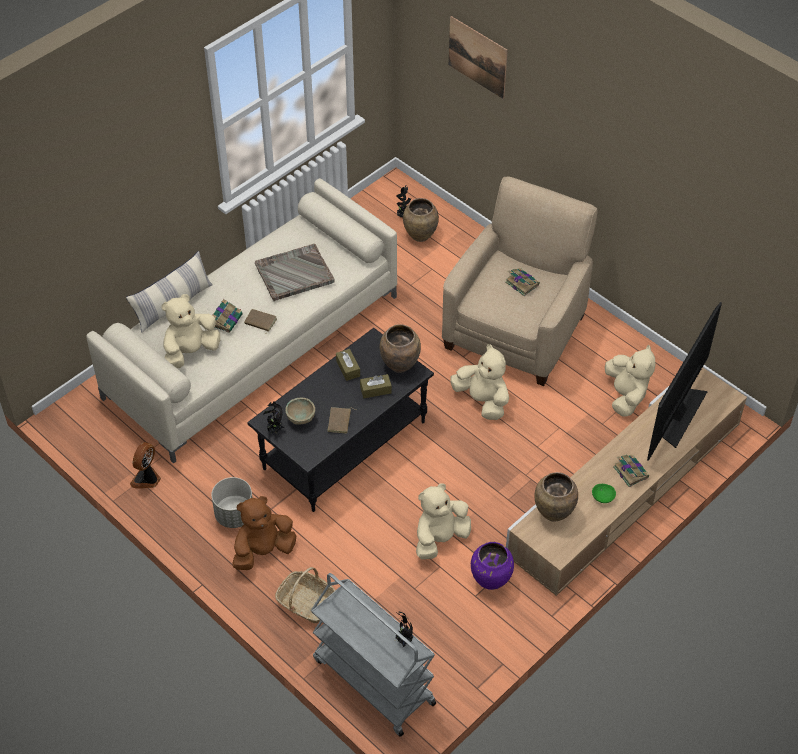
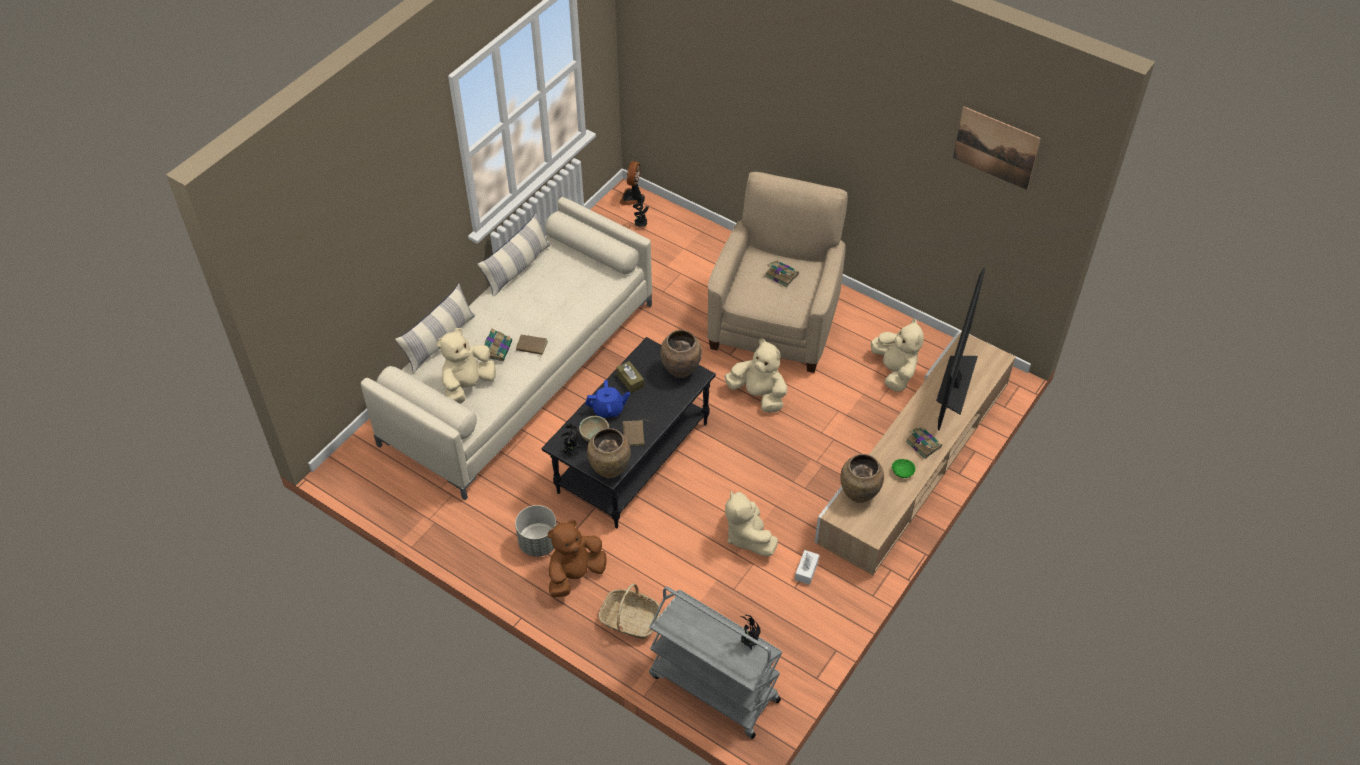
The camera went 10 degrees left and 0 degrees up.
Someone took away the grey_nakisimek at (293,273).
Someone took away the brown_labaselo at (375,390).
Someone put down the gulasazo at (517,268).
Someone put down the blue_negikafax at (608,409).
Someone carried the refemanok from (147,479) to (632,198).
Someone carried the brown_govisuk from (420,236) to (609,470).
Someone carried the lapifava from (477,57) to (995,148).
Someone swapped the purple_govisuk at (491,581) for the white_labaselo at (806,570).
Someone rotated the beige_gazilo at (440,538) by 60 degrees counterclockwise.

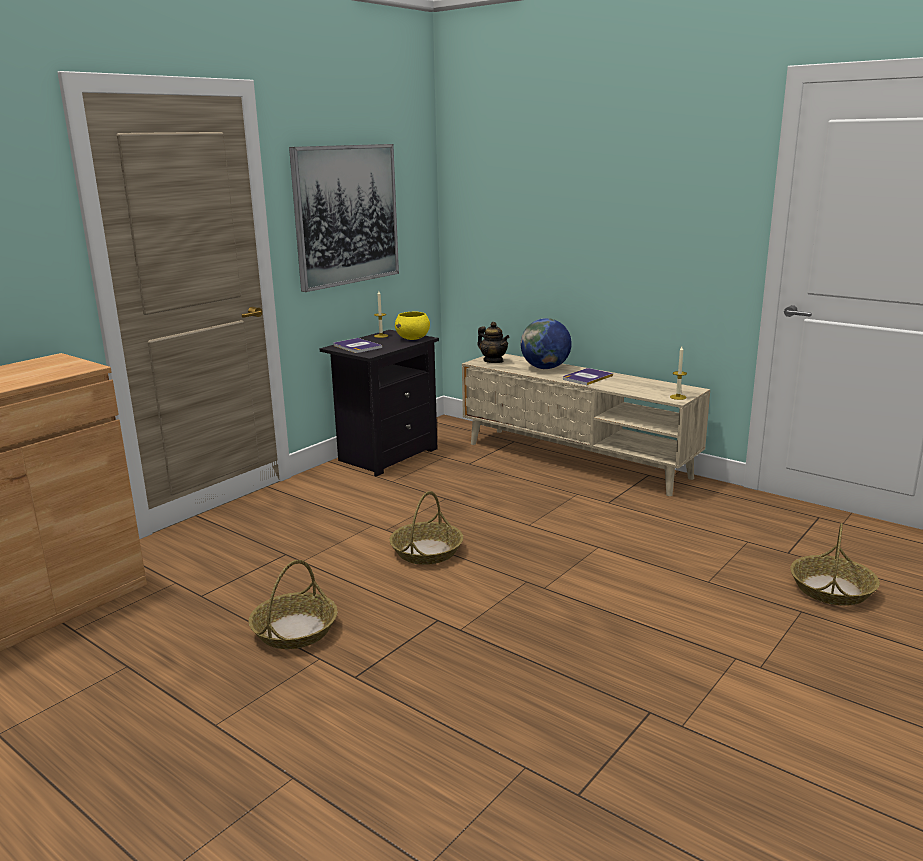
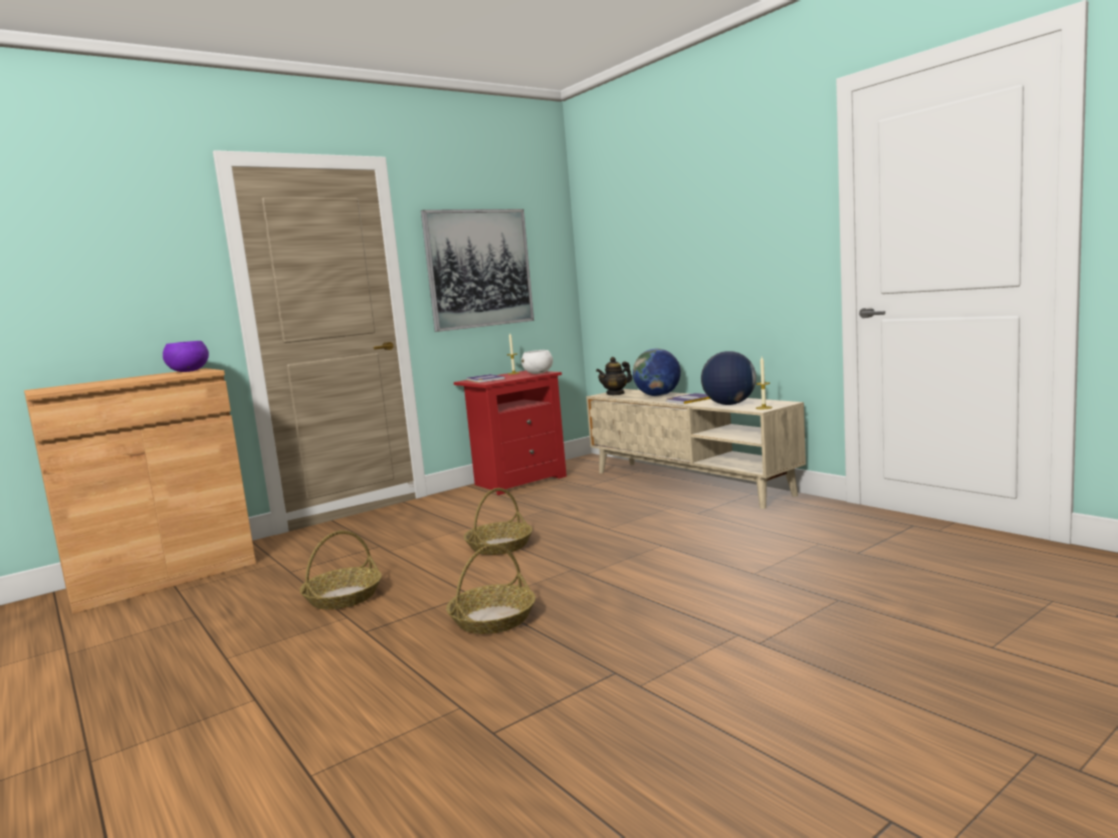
The camera went 15 degrees right and 10 degrees down.
Someone put down the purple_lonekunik at (188,371).
Someone put down the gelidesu at (729,404).
Someone carried the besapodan from (832,590) to (492,619).
Someone repainted the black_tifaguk at (386,455), which became the red_tifaguk at (518,481).
Someone repainted the yellow_lonekunik at (413,338), which became the white_lonekunik at (538,373).
Someone rotated the negikafax at (493,361) by 90 degrees clockwise.

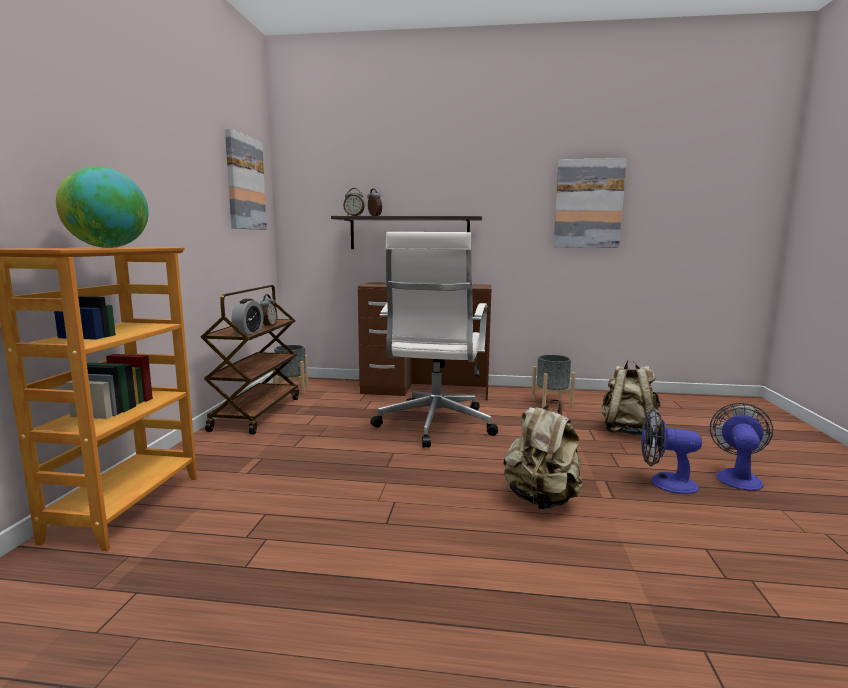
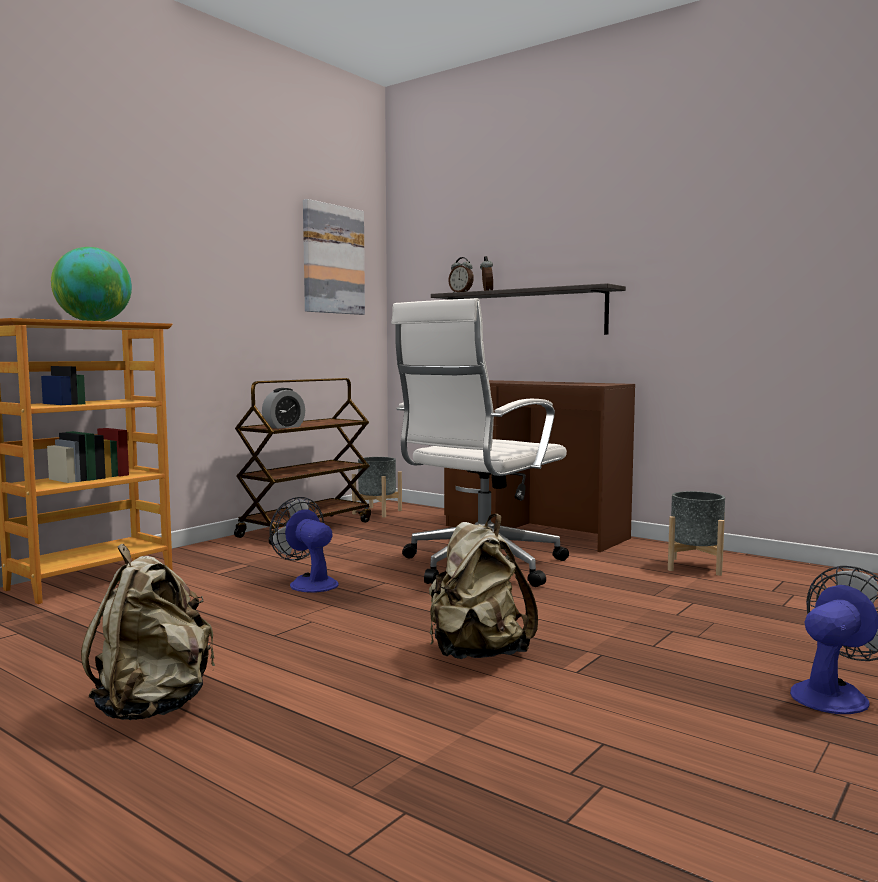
The camera went 30 degrees right and 5 degrees down.
Someone took away the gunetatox at (269,326).
Someone took away the lapifava at (588,204).
Someone carried the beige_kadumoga from (628,431) to (153,706).
Someone carried the refemanok from (664,483) to (308,583).

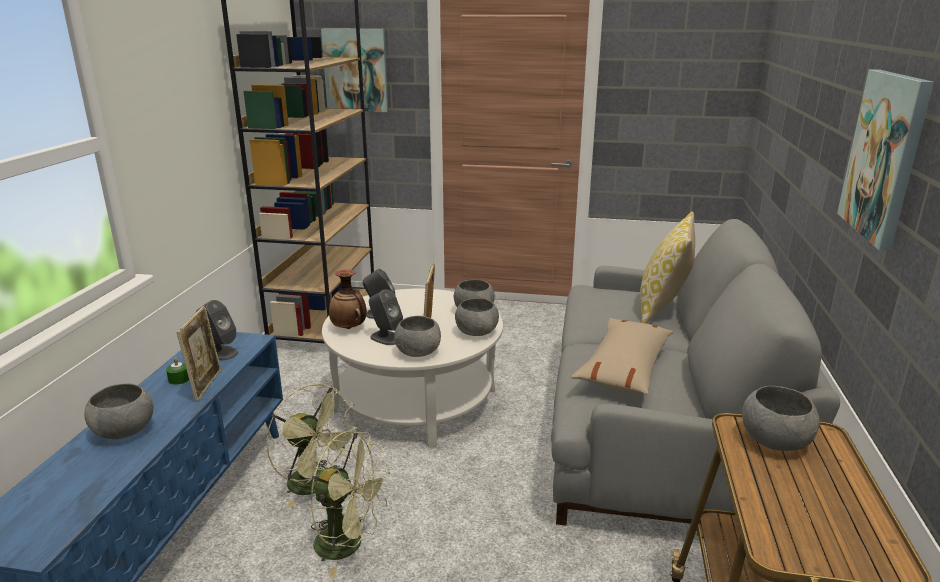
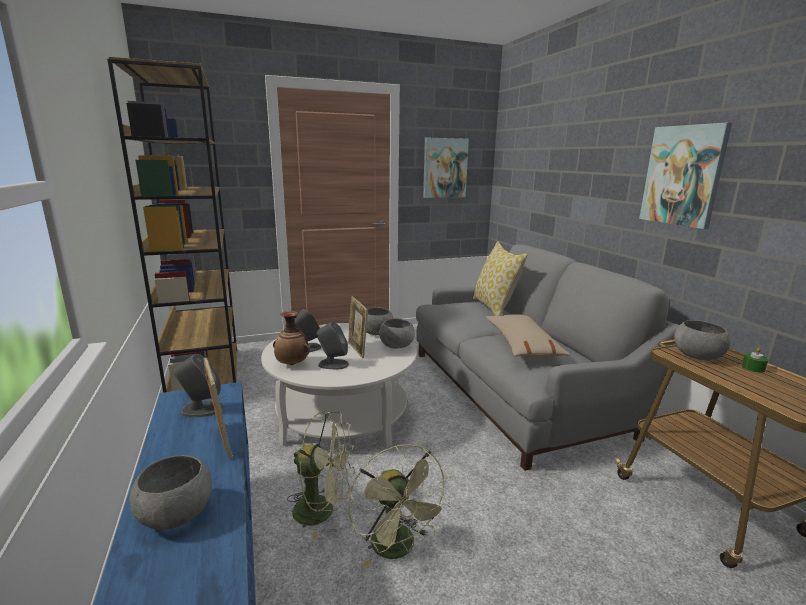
The camera went 30 degrees left and 5 degrees down.
Someone took away the grey_lonekunik at (418,352).
Someone carried the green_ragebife from (179,379) to (753,368).
Someone carried the lapifava from (356,70) to (444,168).
Someone rotated the green_refemanok at (349,544) by 75 degrees clockwise.

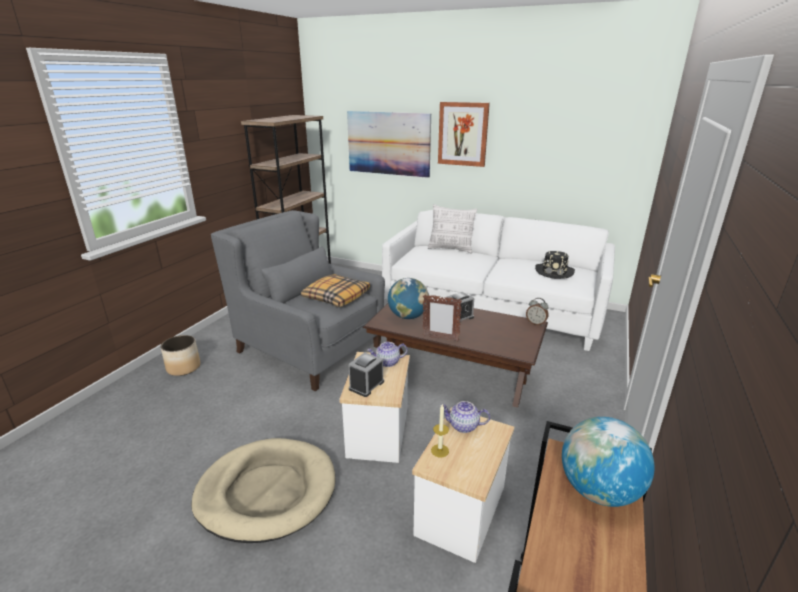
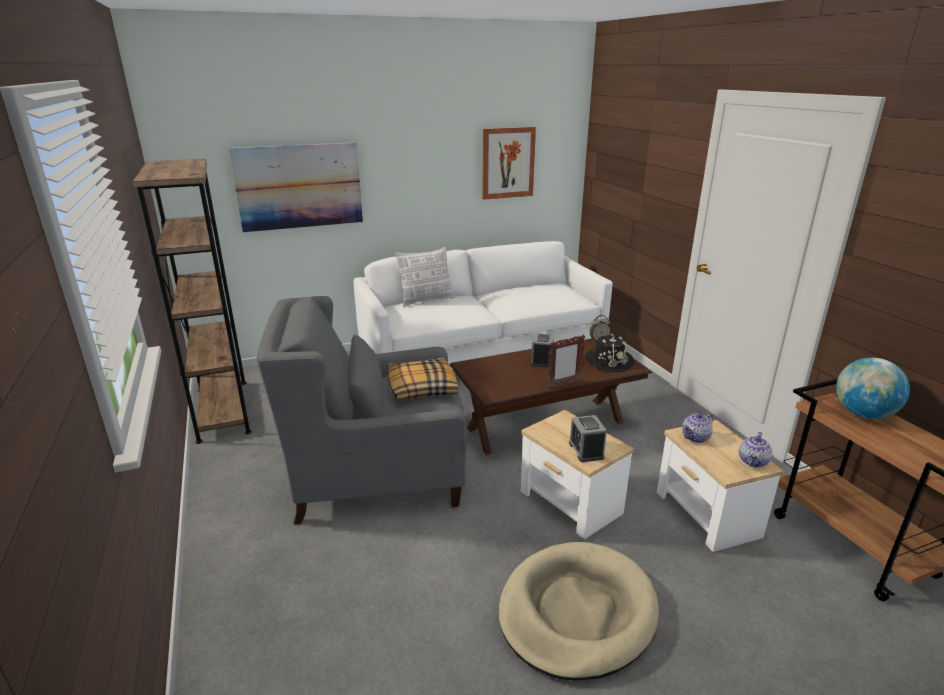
The camera went 45 degrees left and 0 degrees up.
Someone took away the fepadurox at (184,367).
Someone took away the gelidesu at (408,316).
Someone took away the ragebife at (440,450).
Someone carried the negikafax from (387,362) to (753,461).
Someone carried the lapifava from (463,134) to (507,163).
Someone carried the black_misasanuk from (554,271) to (608,362).

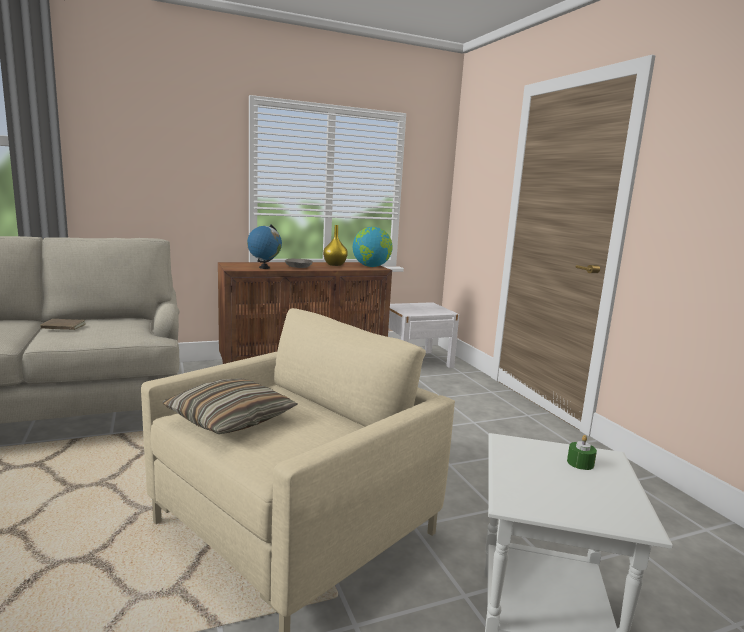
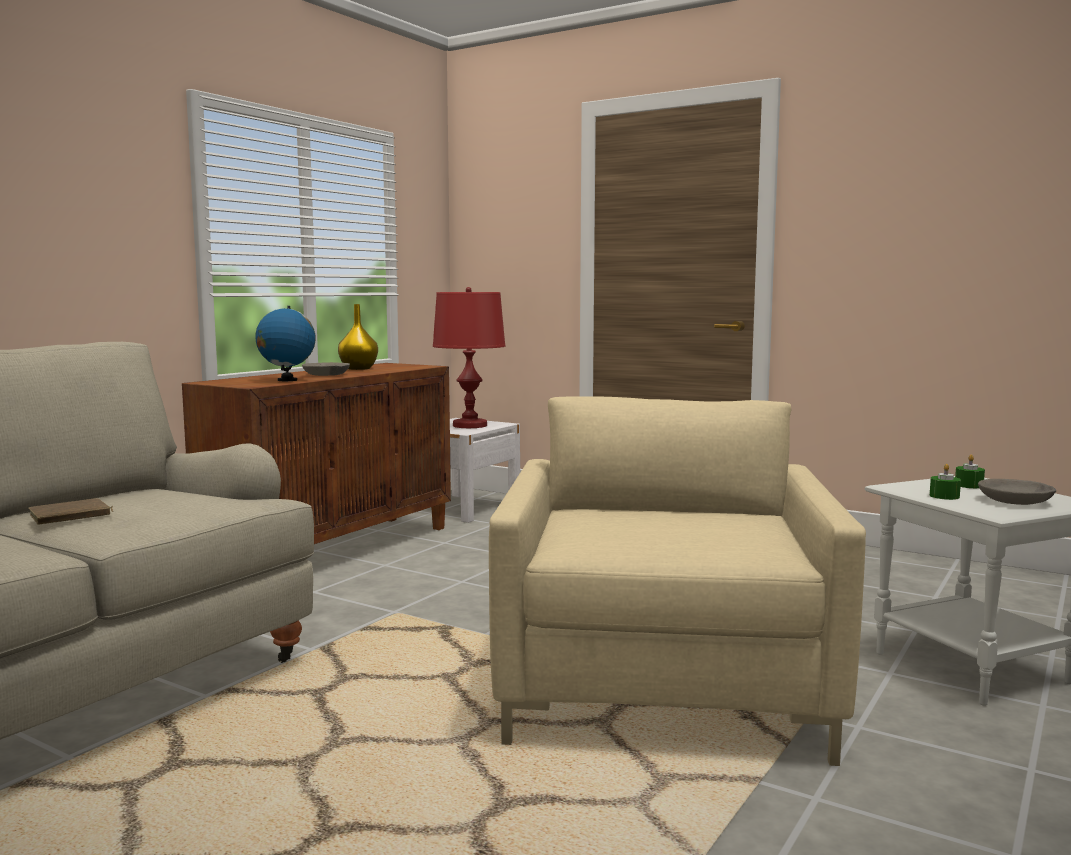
The camera went 35 degrees left and 5 degrees down.
Someone took away the gulasazo at (230,419).
Someone took away the gelidesu at (371,266).
Someone put down the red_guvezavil at (470,425).
Someone put down the green_ragebife at (944,496).
Someone put down the grey_lonekunik at (1016,501).

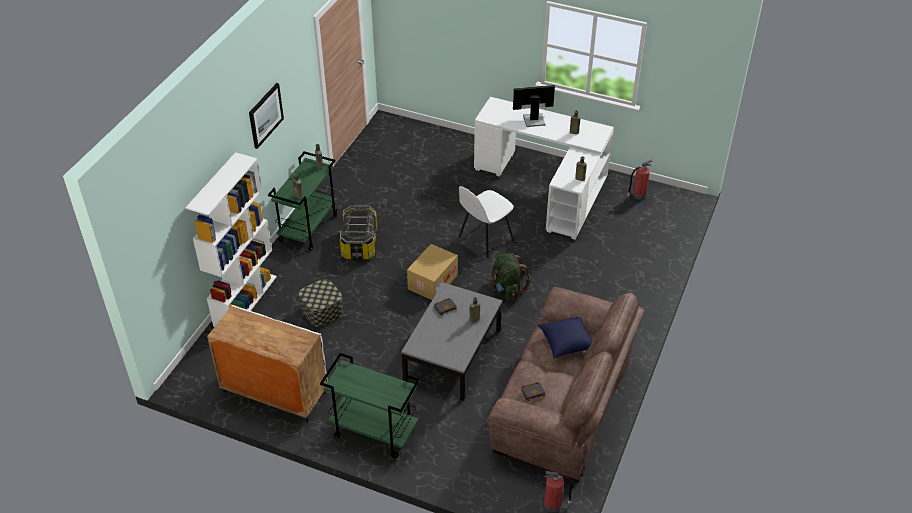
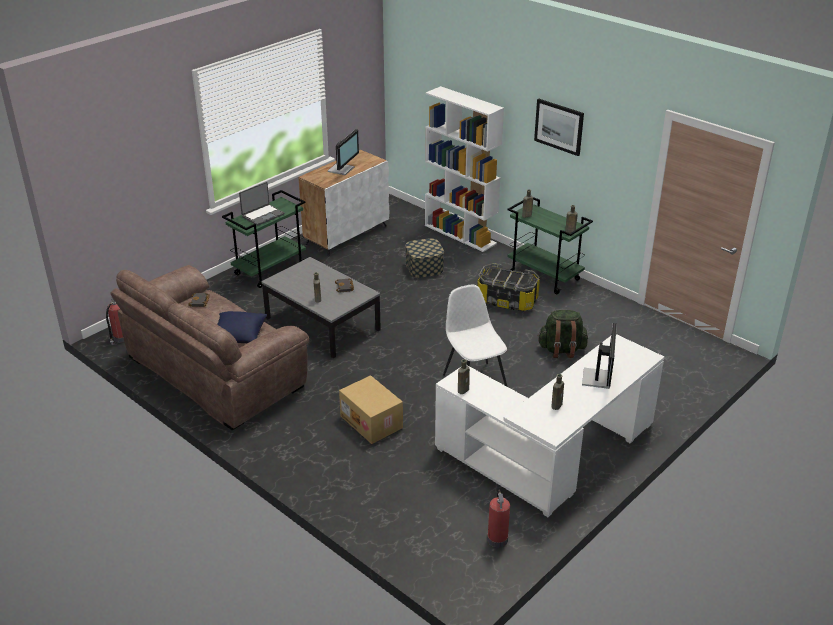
The camera went 110 degrees right and 10 degrees down.
Someone put down the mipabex at (262,215).
Someone put down the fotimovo at (342,169).
Someone carried the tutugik from (432,281) to (372,422).
Someone carried the green_kadumoga from (507,289) to (561,350).

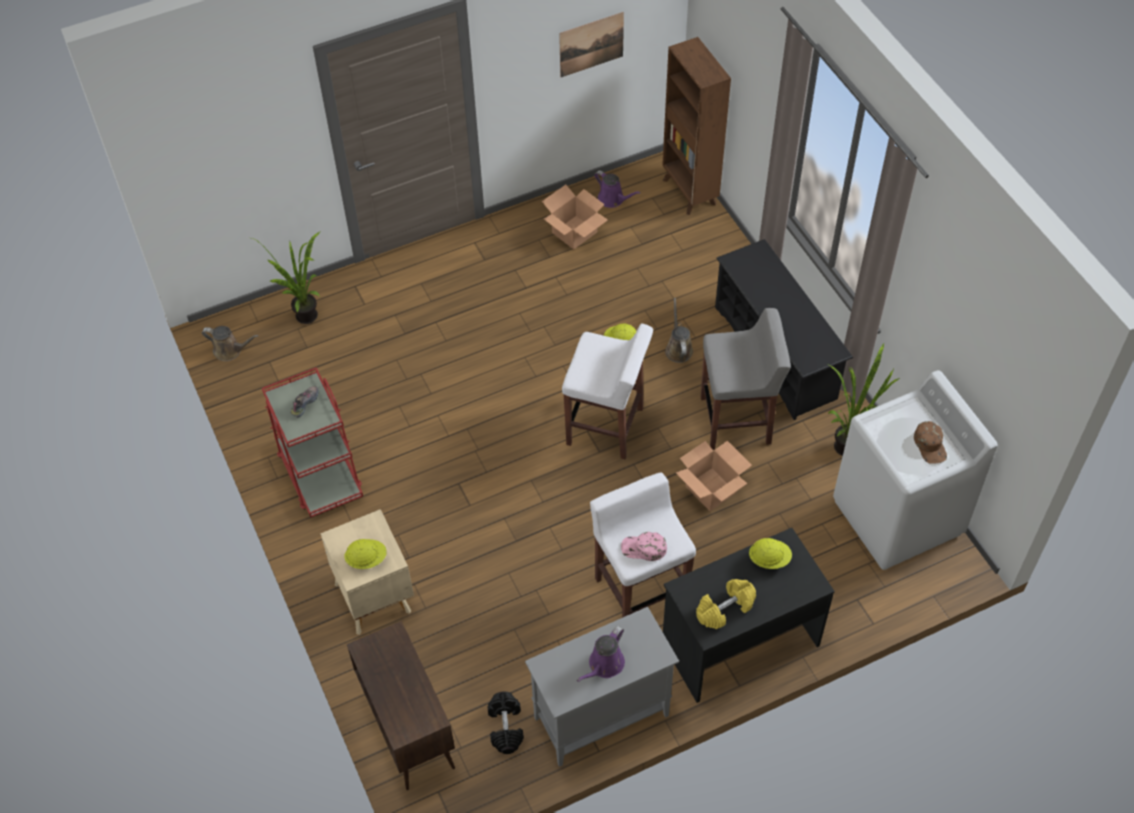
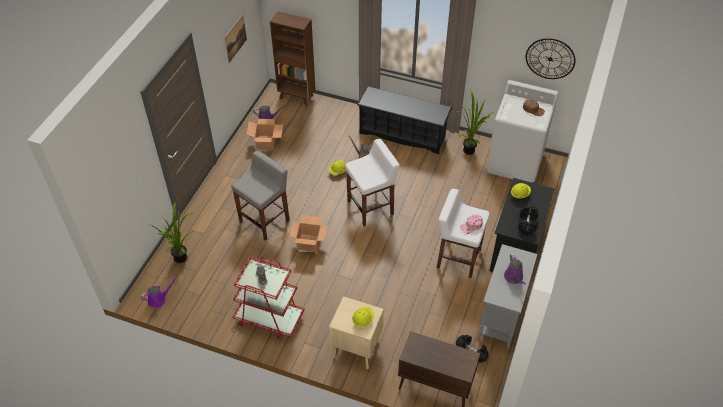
The camera went 45 degrees left and 5 degrees down.
Someone put up the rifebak at (550,59).
Someone carried the tutugik from (710,489) to (308,243).
Someone carried the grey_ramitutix from (737,420) to (265,221).
Someone repainted the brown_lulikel at (230,350), which became the purple_lulikel at (159,299).
Someone repainted the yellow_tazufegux at (725,609), which became the black_tazufegux at (527,224).

